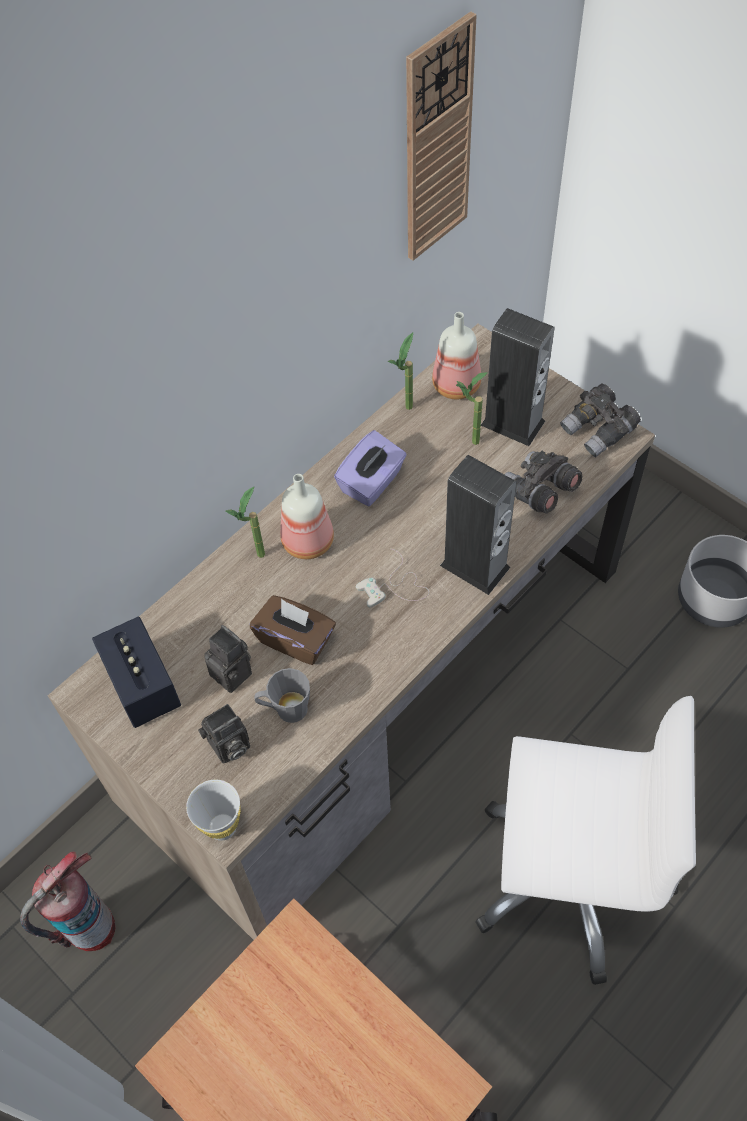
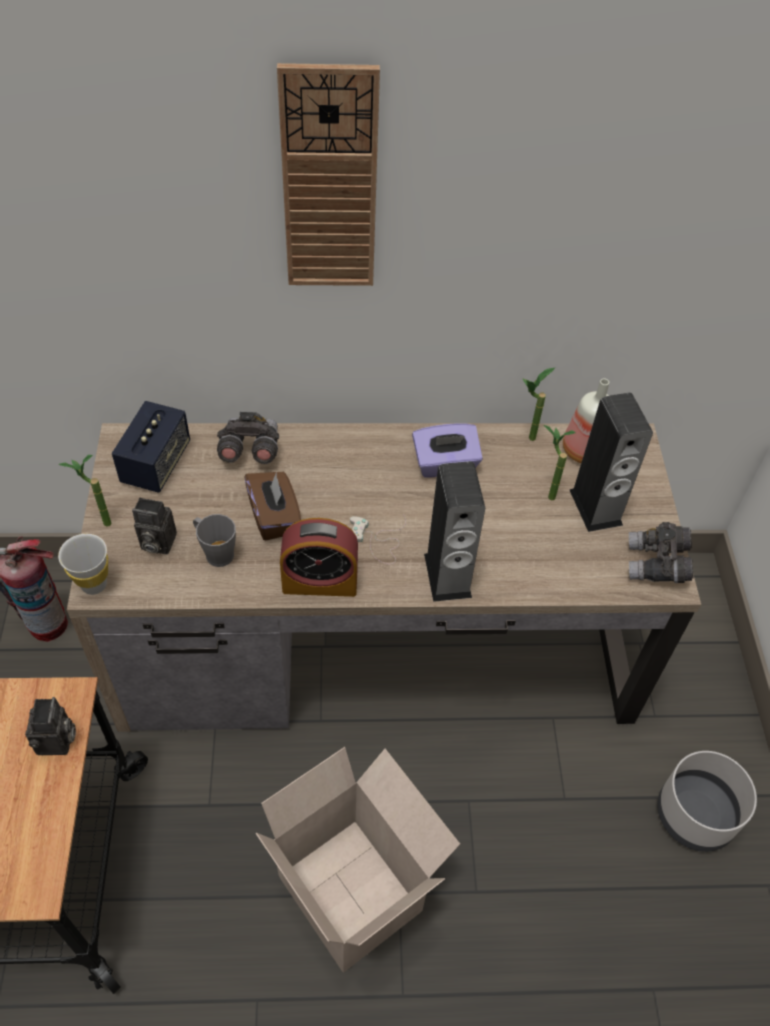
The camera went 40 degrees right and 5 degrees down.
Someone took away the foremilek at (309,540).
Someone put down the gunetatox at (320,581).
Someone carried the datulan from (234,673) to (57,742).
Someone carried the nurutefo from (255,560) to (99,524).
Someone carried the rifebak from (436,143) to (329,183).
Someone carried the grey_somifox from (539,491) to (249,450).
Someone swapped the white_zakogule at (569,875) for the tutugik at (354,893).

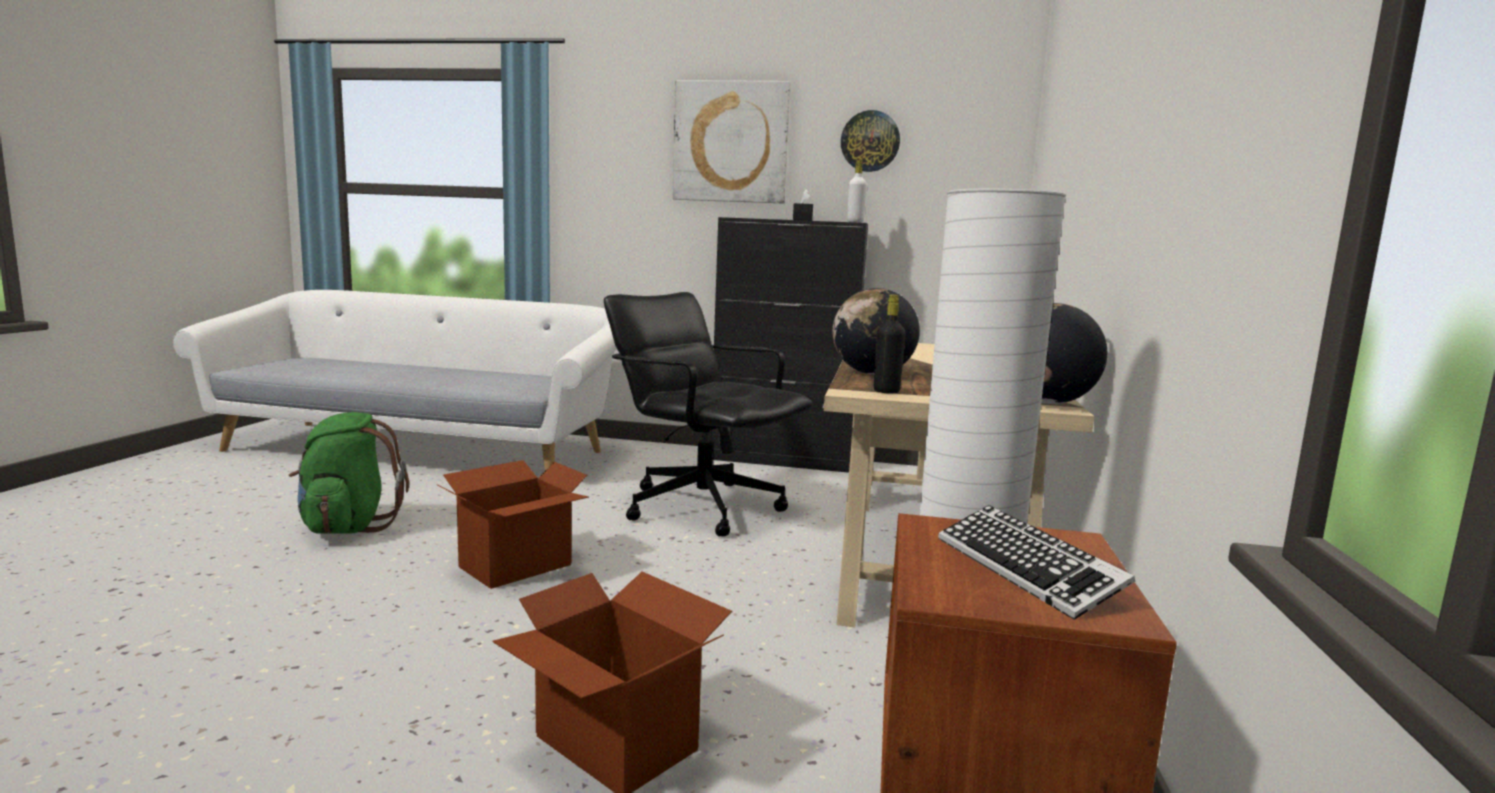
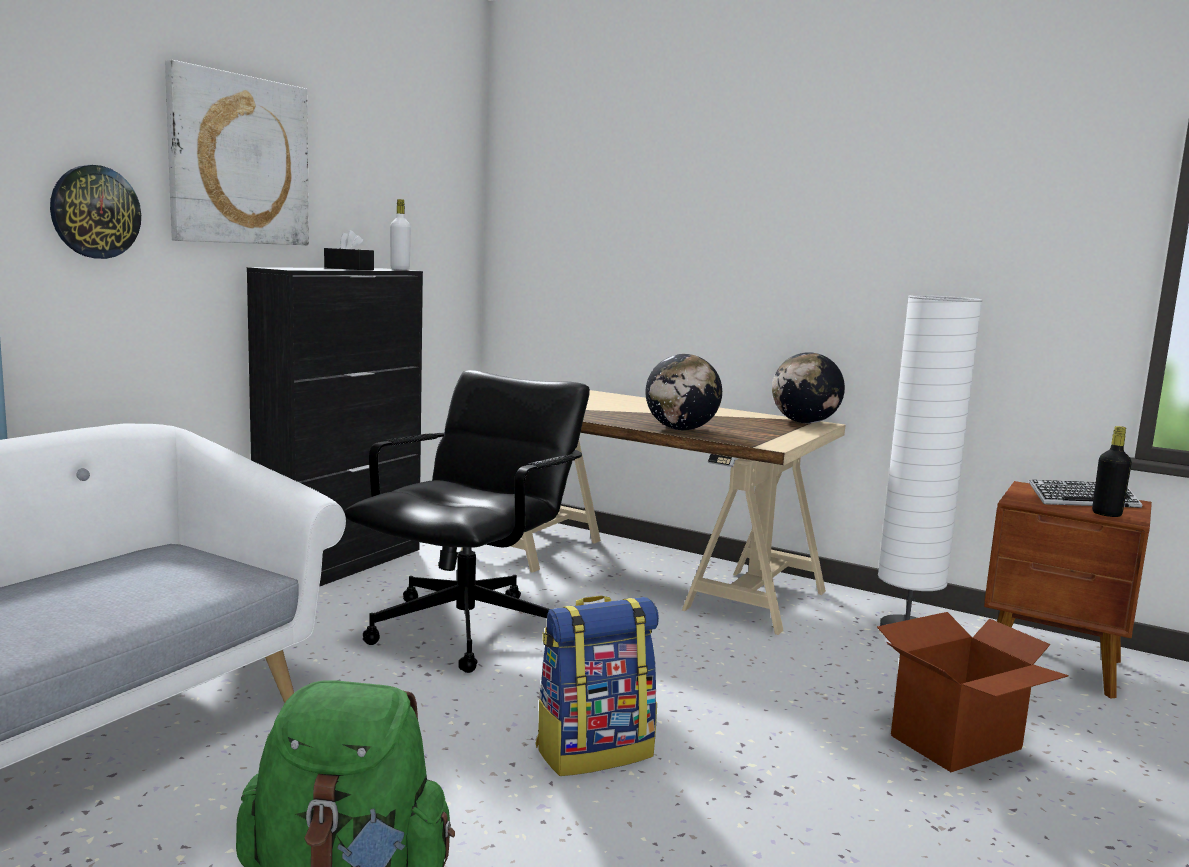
The camera went 70 degrees left and 0 degrees up.
Someone carried the rifebak from (870,141) to (95,212).
Someone carried the black_foremilek from (886,391) to (1106,514).
Someone swapped the tutugik at (516,566) for the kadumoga at (594,751).
Someone rotated the black_zakogule at (702,506) by 150 degrees clockwise.

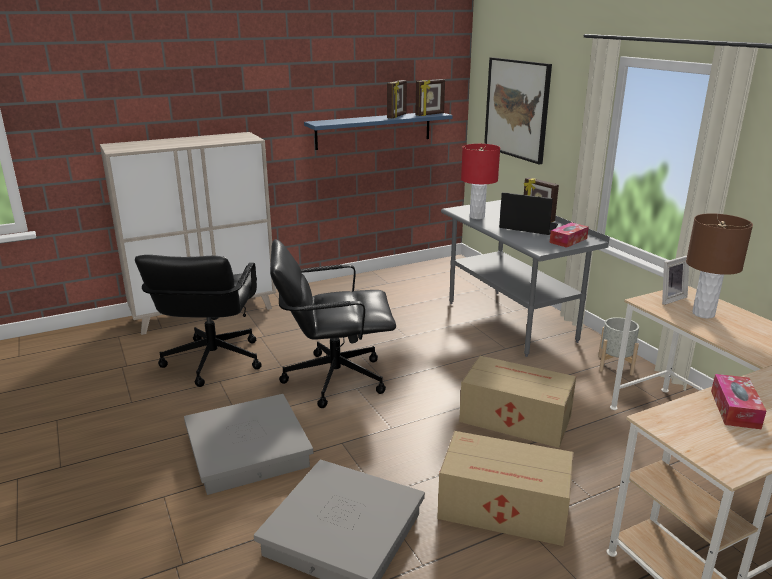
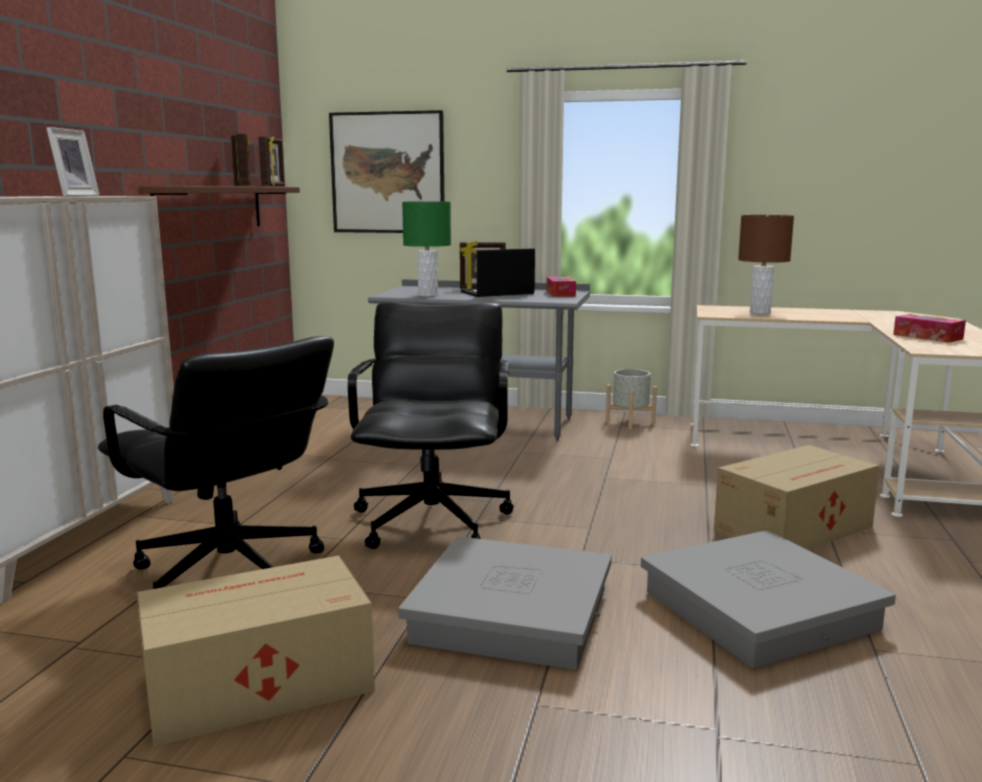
The camera went 50 degrees left and 10 degrees down.
Someone carried the tutugik from (514,418) to (255,684).
Someone carried the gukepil from (669,298) to (72,196).
Someone repainted the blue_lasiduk at (374,130), which became the brown_lasiduk at (210,208).
Someone repainted the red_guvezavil at (477,217), which became the green_guvezavil at (428,295).
Someone rotated the black_zakogule at (334,378) by 150 degrees clockwise.

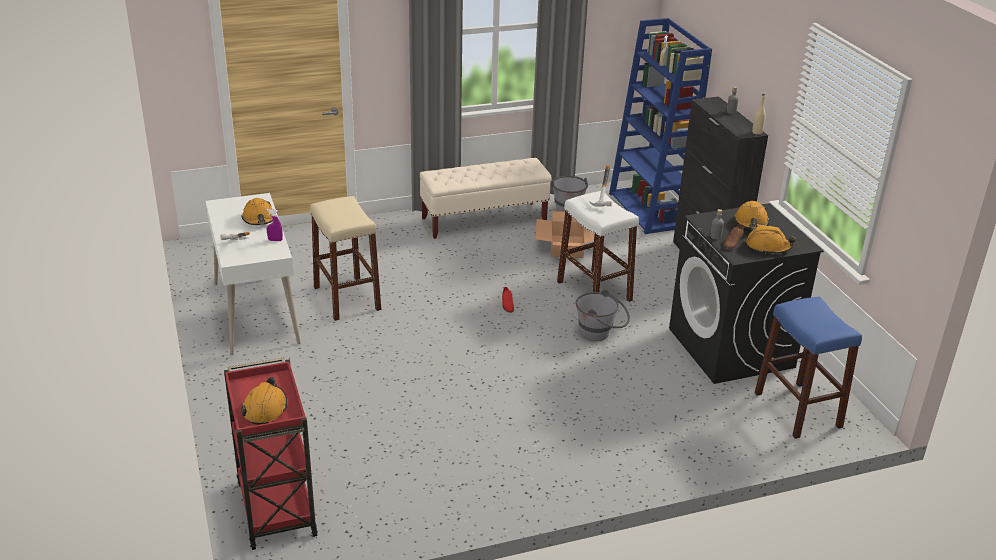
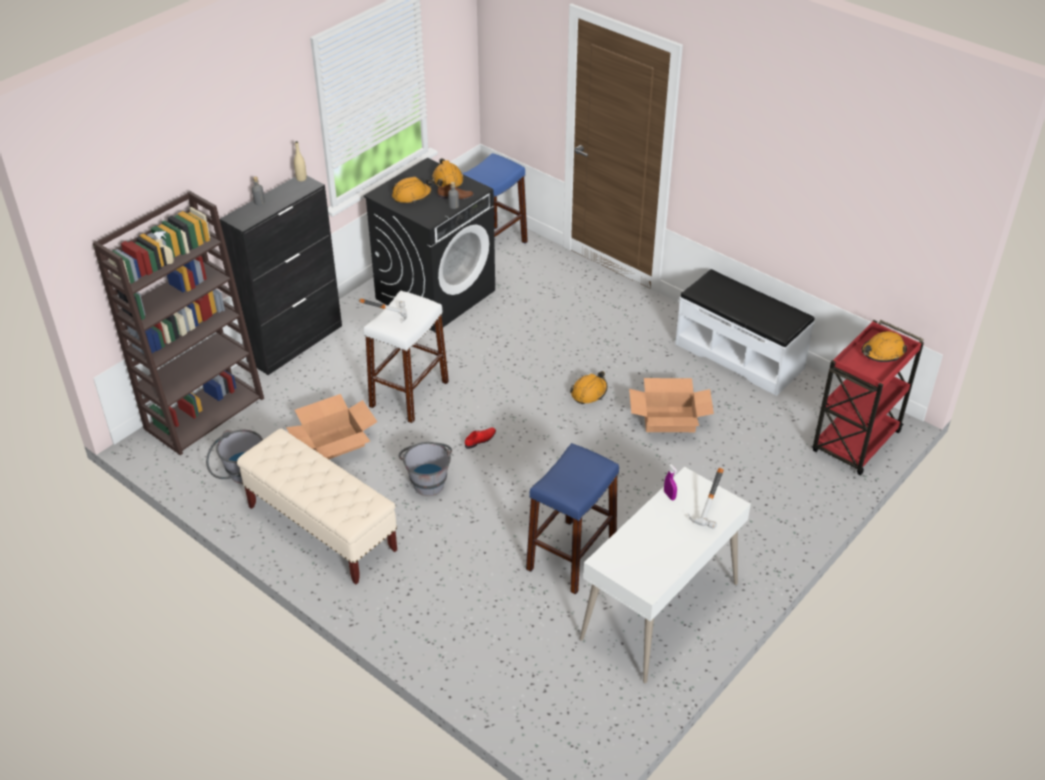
The camera went 120 degrees left and 10 degrees up.
Someone put down the tutugik at (669,419).
Someone put down the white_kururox at (739,356).
Someone carried the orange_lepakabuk from (259,219) to (589,392).
Someone carried the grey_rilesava from (600,334) to (427,480).
Someone repainted the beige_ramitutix at (347,298), which became the blue_ramitutix at (571,556).
Someone repainted the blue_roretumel at (648,210), which became the brown_roretumel at (205,412).

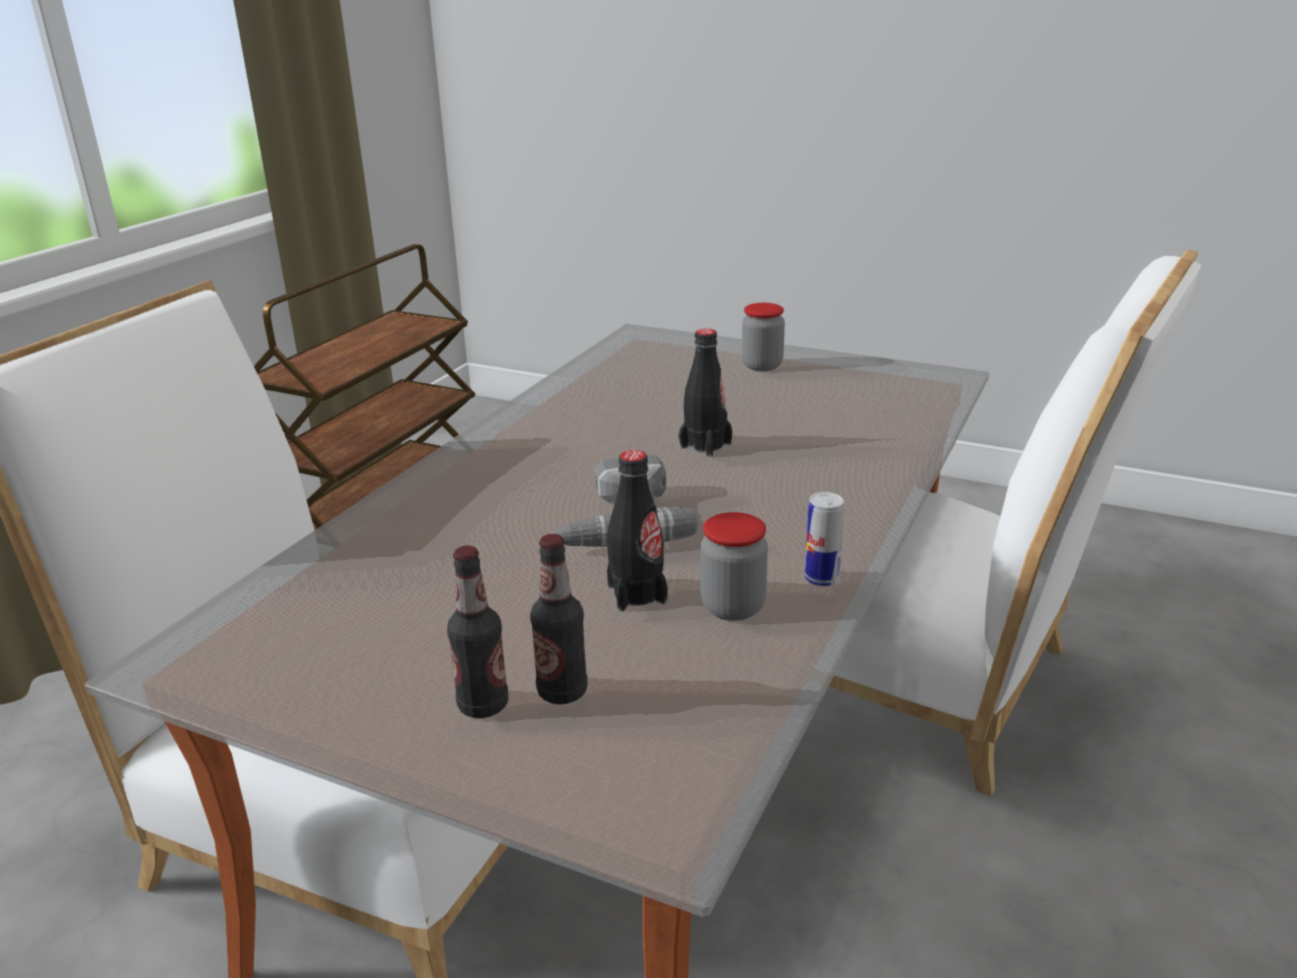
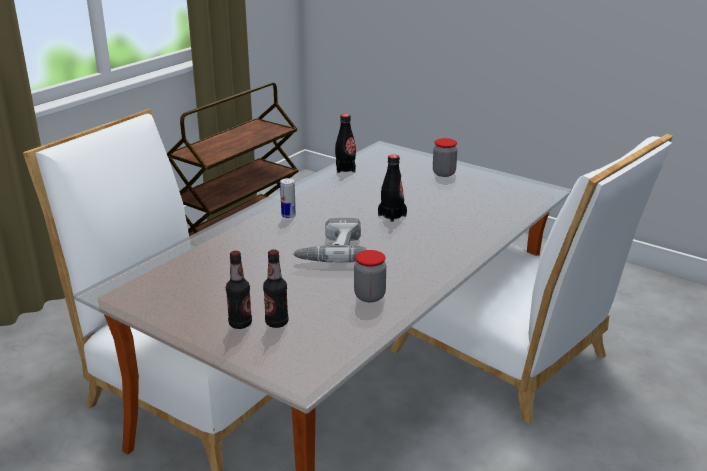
The camera went 10 degrees right and 0 degrees up.
Someone carried the black_foremilek from (637,594) to (345,169).
Someone carried the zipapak from (821,579) to (288,215).

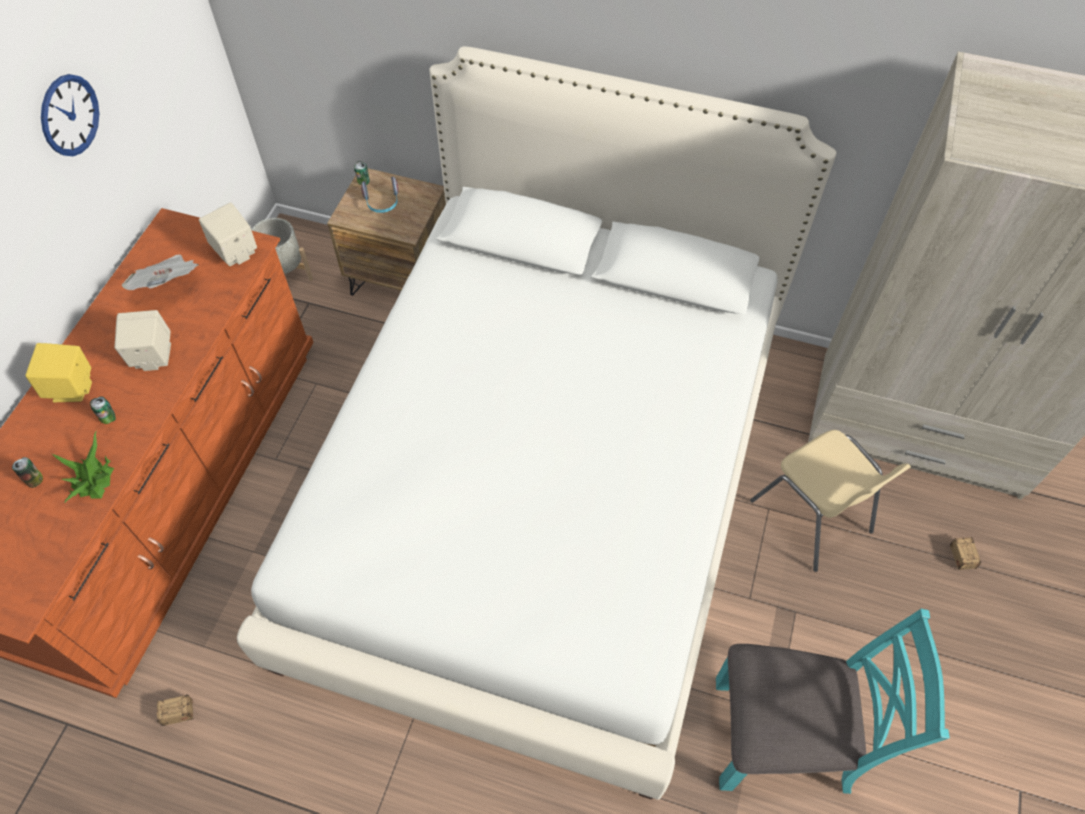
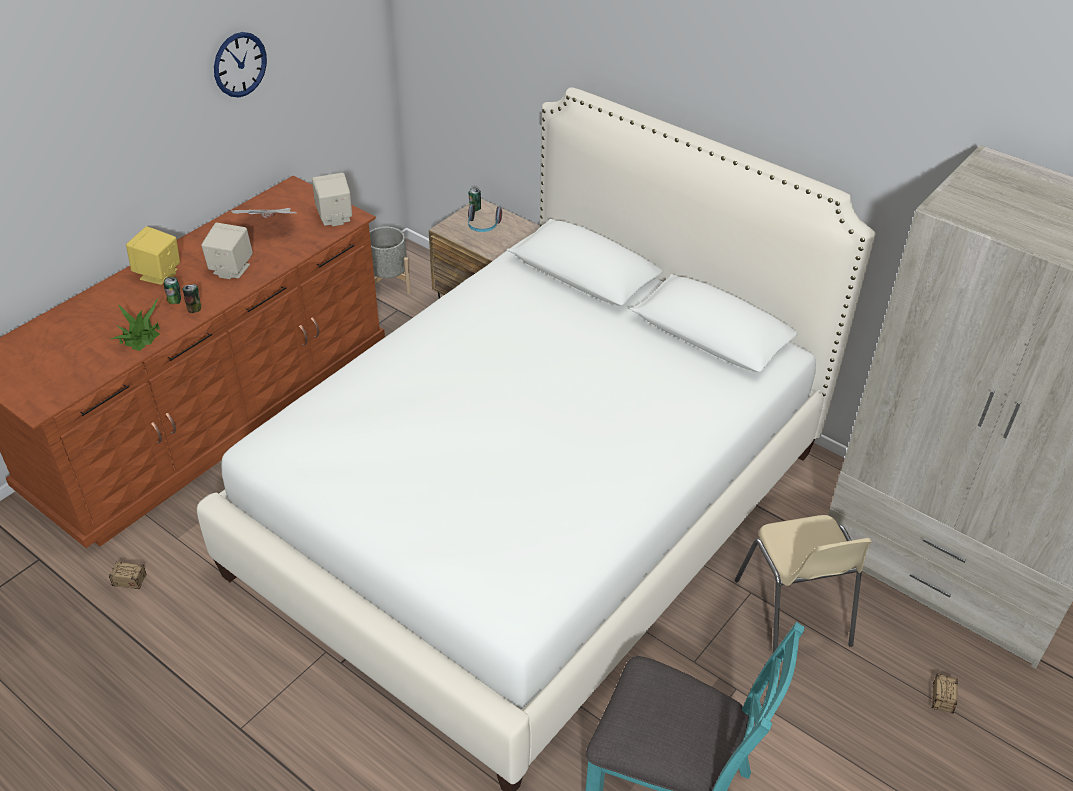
The camera went 20 degrees right and 15 degrees down.
Someone carried the zipapak from (35,479) to (195,309).

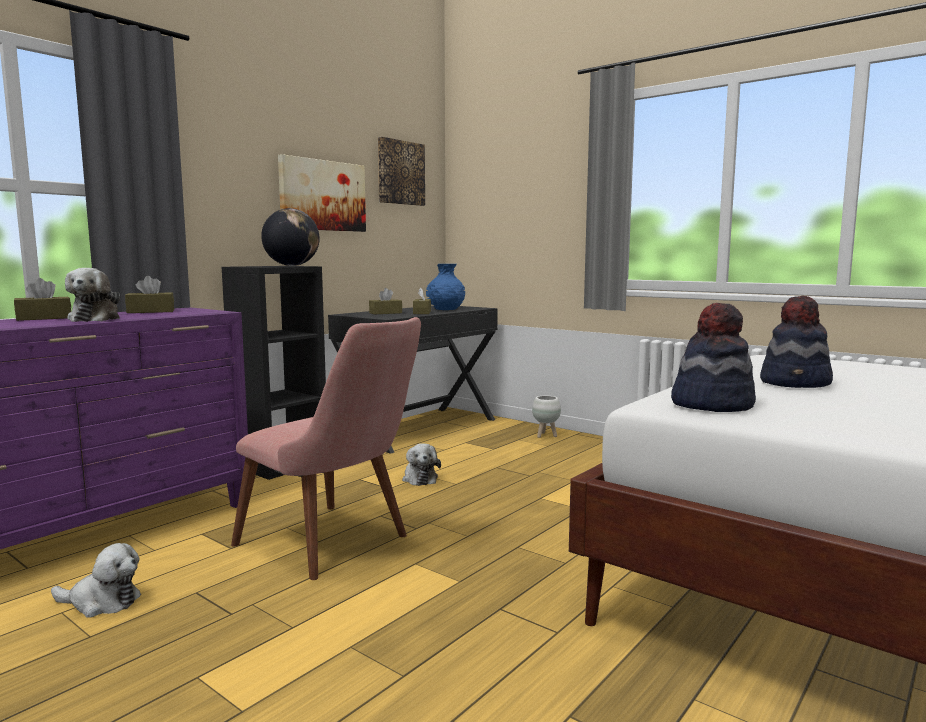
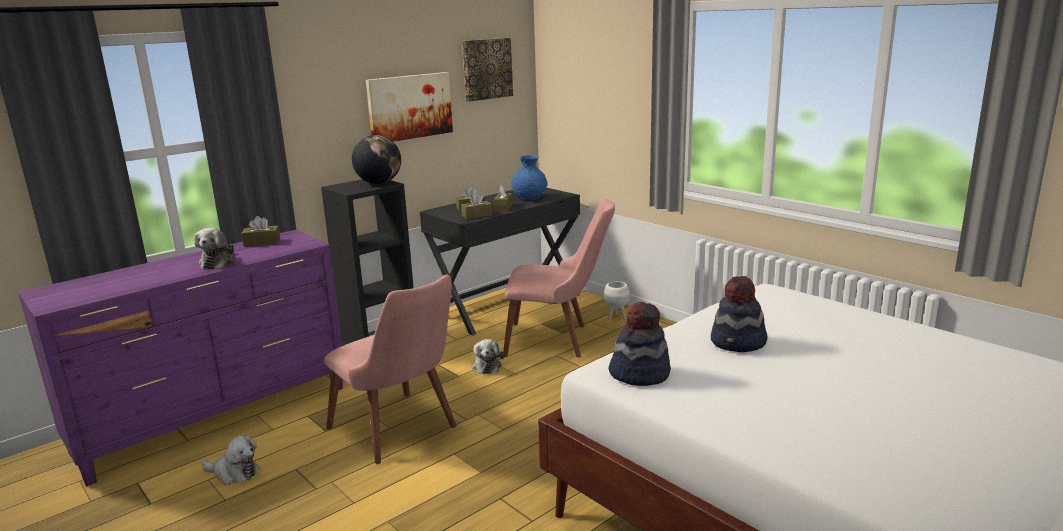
The camera went 10 degrees right and 10 degrees up.
Someone put down the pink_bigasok at (558,340).
Someone carried the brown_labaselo from (44,318) to (477,215).

